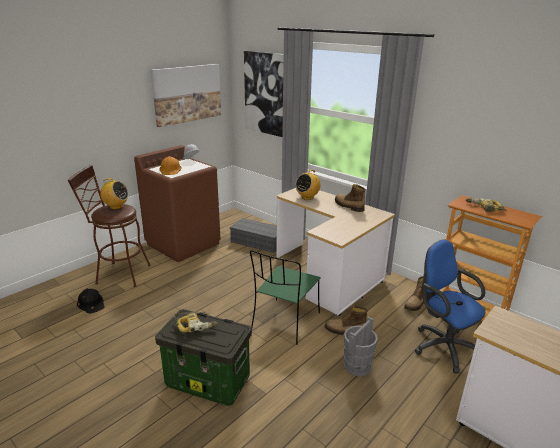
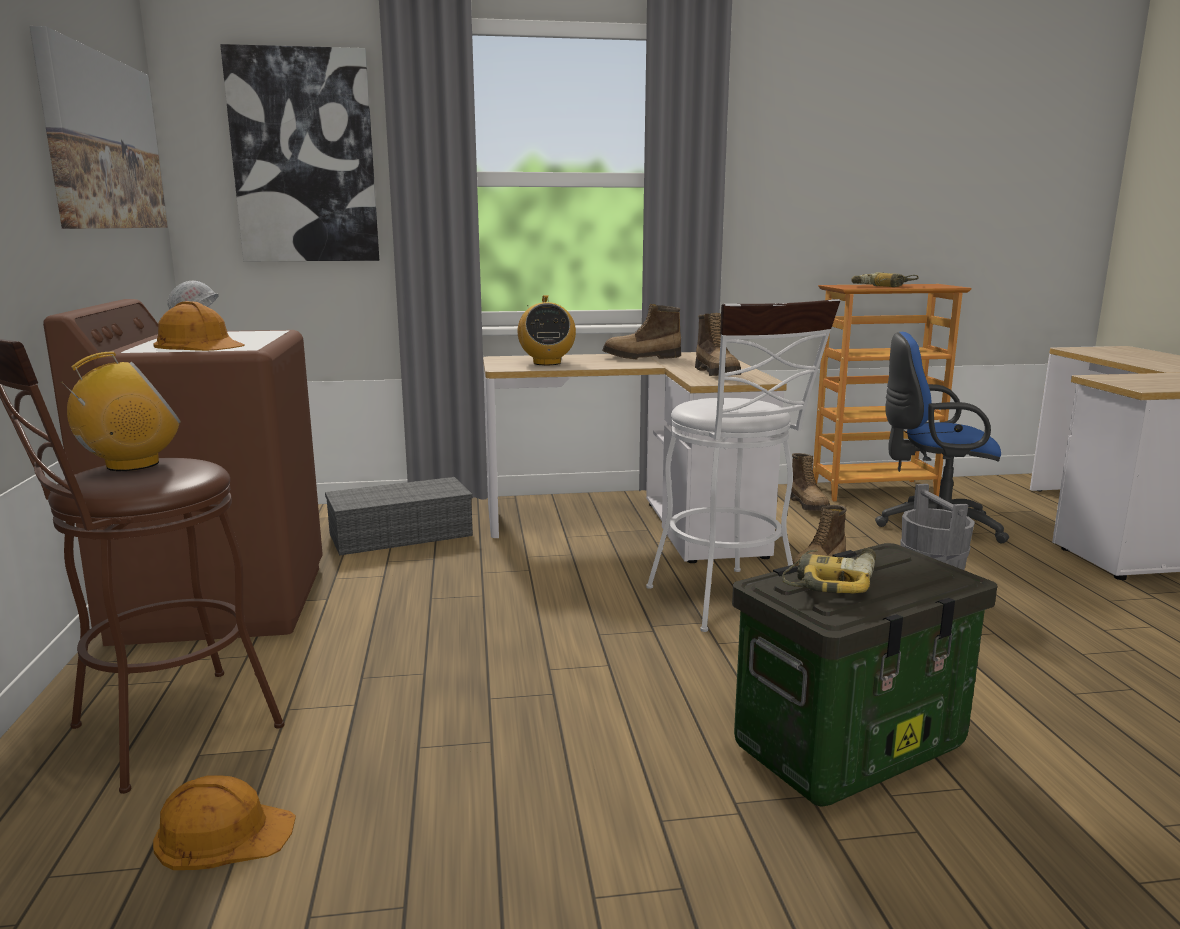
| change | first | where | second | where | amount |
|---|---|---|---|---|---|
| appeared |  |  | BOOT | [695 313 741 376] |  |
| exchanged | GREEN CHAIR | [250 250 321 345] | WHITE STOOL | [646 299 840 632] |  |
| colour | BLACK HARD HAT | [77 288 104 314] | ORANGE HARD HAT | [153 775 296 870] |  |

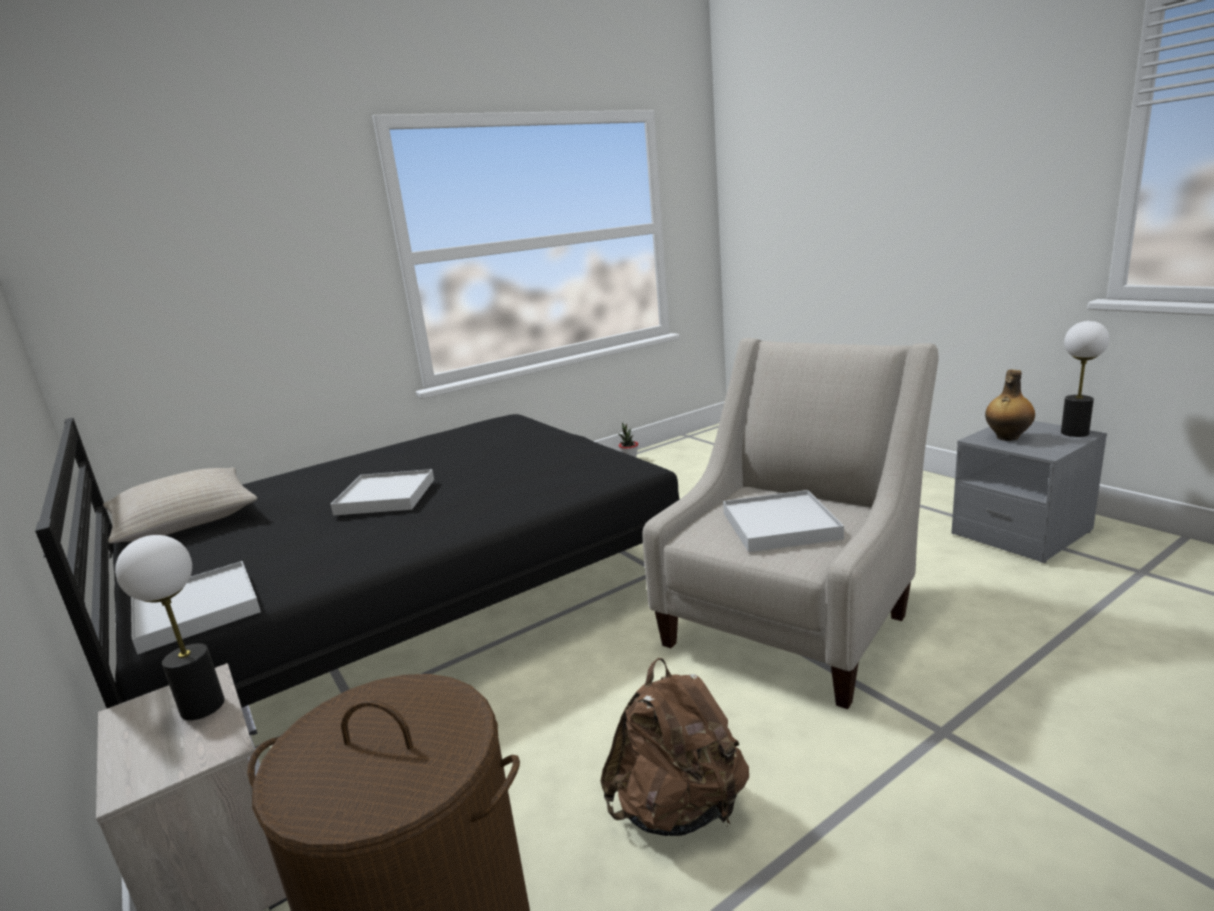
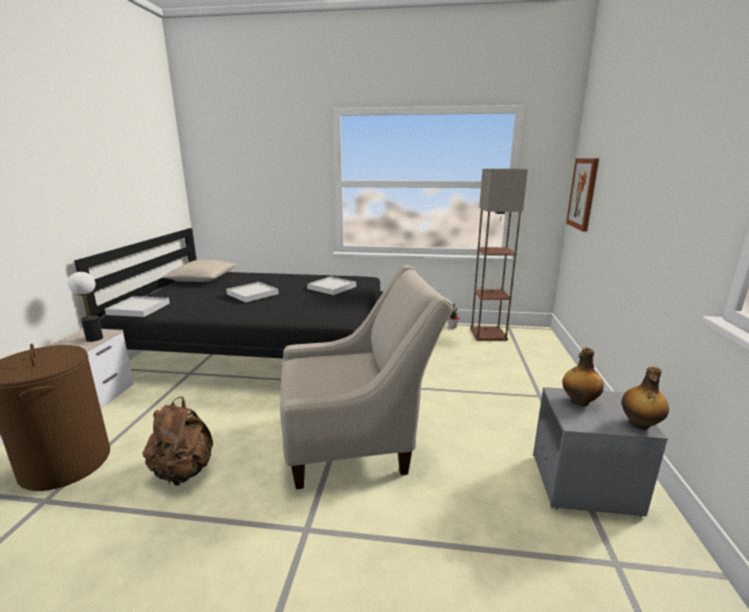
| change | first | where | second | where | amount |
|---|---|---|---|---|---|
| appeared |  |  | FLOOR LAMP | [470 169 528 341] |  |
| appeared |  |  | PICTURE | [566 158 599 232] |  |
| relocated | WHITE TRAY | [723 490 844 552] |  | [307 276 356 295] |  |
| exchanged | TABLE LAMP | [1061 321 1109 437] | BOTTLE | [622 366 669 430] |  |

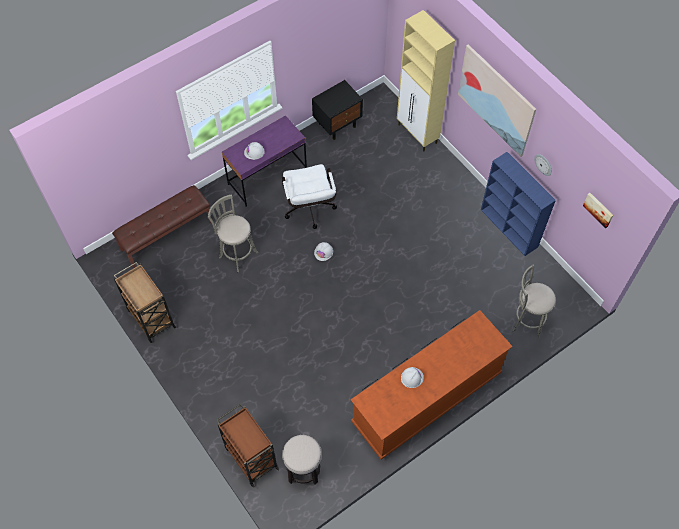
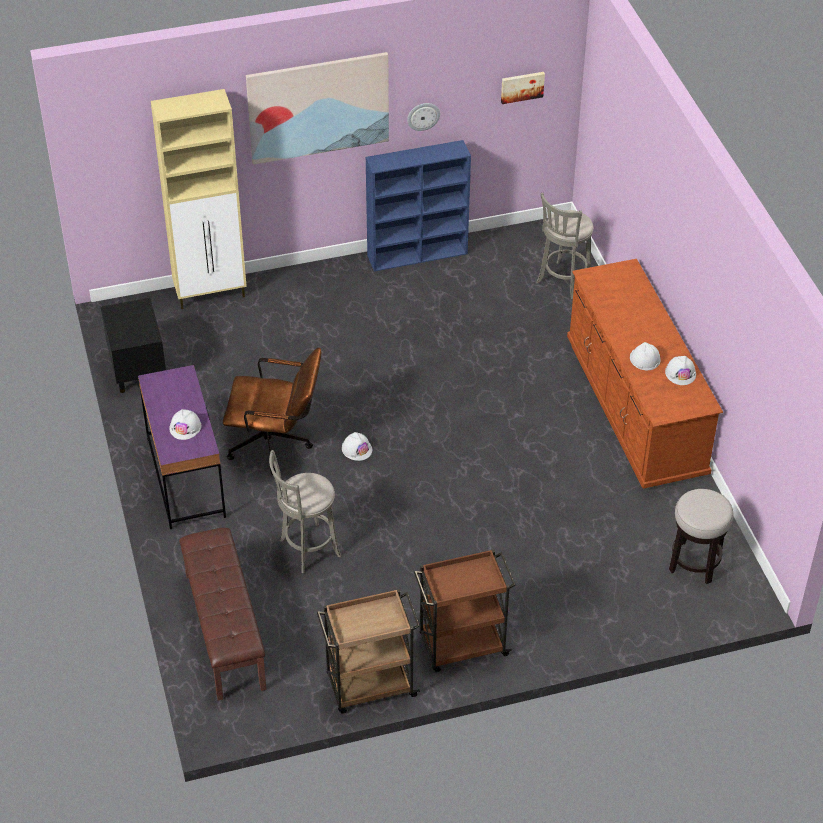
| change | first | where | second | where | amount |
|---|---|---|---|---|---|
| appeared |  |  | WHITE HARD HAT | [665 356 696 385] |  |
| relocated | BROWN CART | [217 404 279 488] |  | [414 549 516 672] |  |
| colour | WHITE OFFICE CHAIR | [282 164 337 229] | BROWN OFFICE CHAIR | [223 347 321 475] |  |

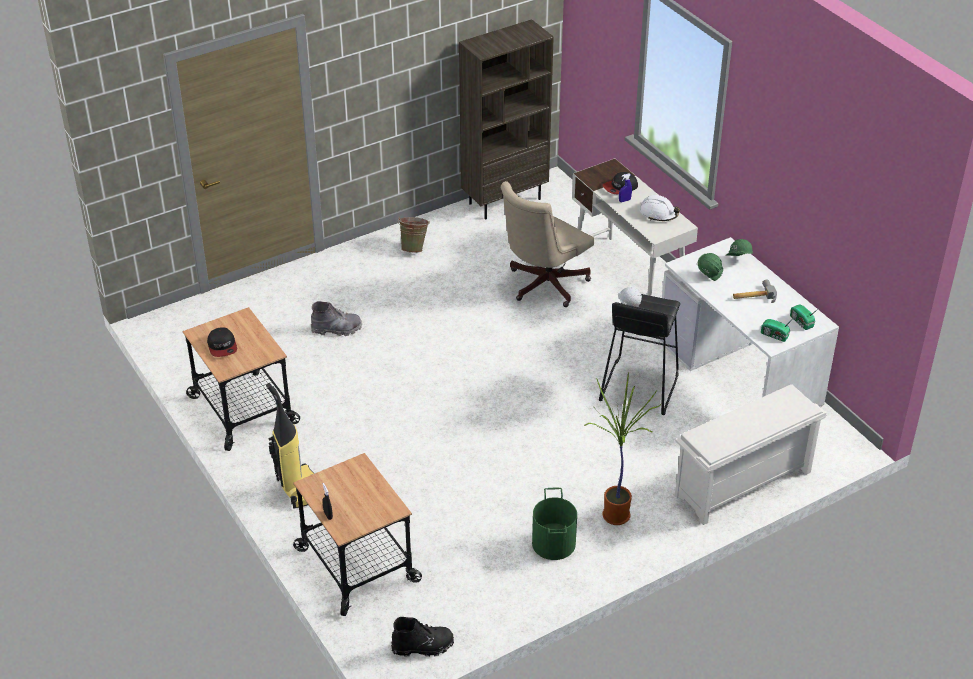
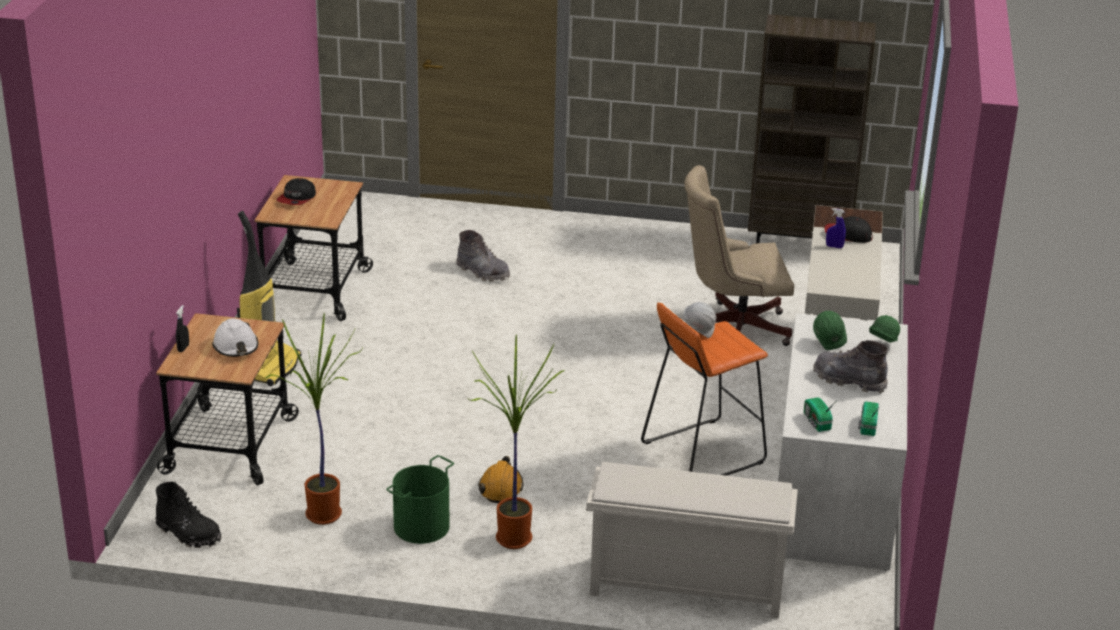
| change | first | where | second | where | amount |
|---|---|---|---|---|---|
| missing | GREEN BUCKET | [398 217 430 253] |  |  |  |
| appeared |  |  | POTTED PLANT | [264 314 362 525] |  |
| appeared |  |  | ORANGE HARD HAT | [478 456 523 503] |  |
| relocated | WHITE HARD HAT | [640 195 680 221] |  | [212 318 258 357] |  |
| exchanged | HAMMER | [733 279 777 303] | GREY BOOT | [813 340 888 394] |  |
| colour | BLACK STOOL | [599 294 680 415] | ORANGE STOOL | [641 303 768 476] |  |

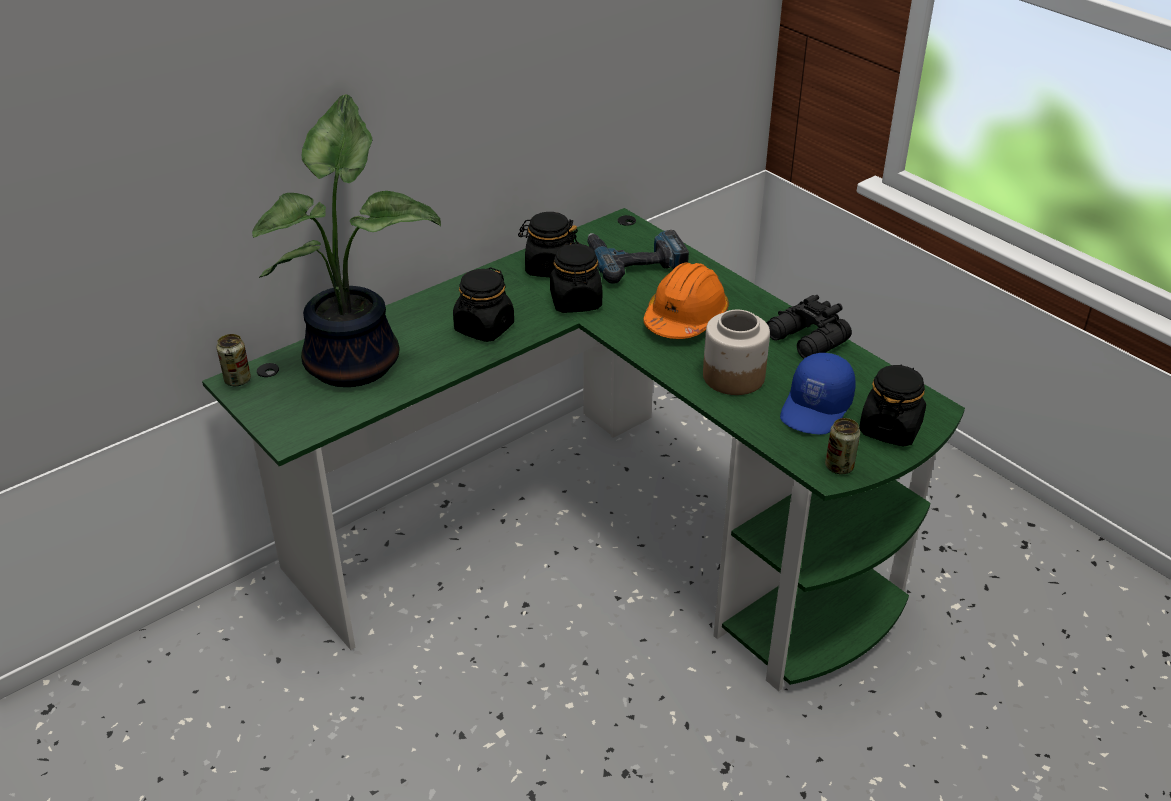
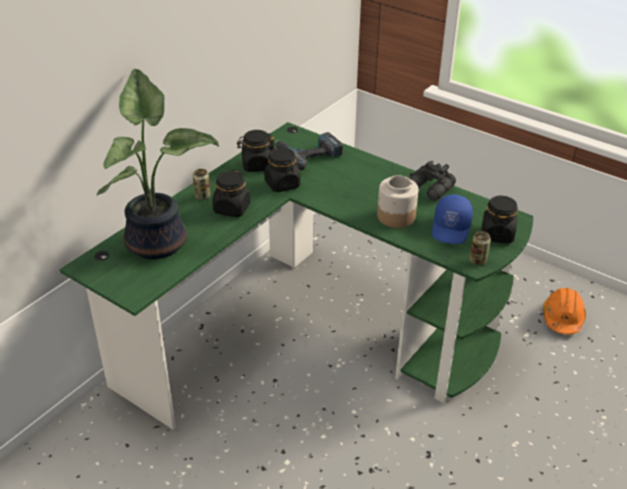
| change | first | where | second | where | amount |
|---|---|---|---|---|---|
| relocated | CAN | [217 334 251 386] |  | [193 169 211 200] |  |
| relocated | ORANGE HARD HAT | [643 262 729 339] |  | [543 288 586 335] |  |

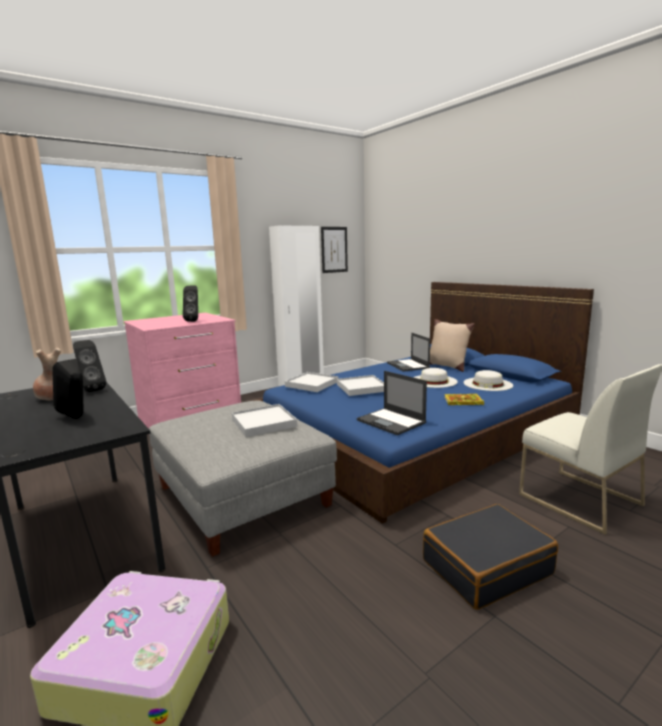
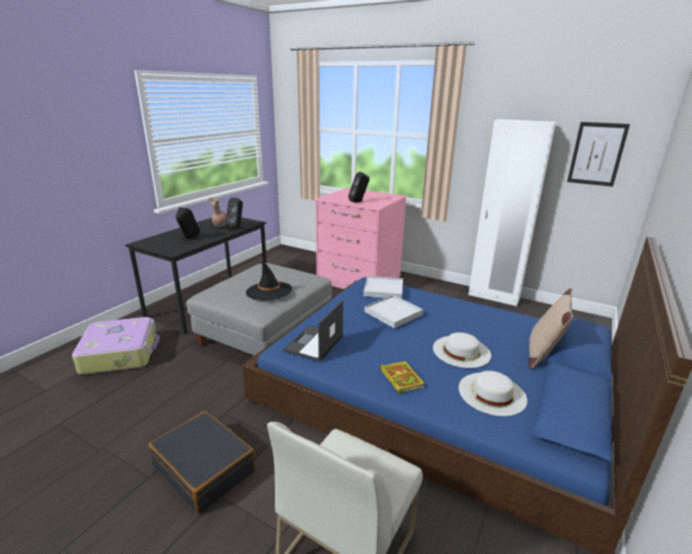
| change | first | where | second | where | amount |
|---|---|---|---|---|---|
| missing | LAPTOP | [387 333 430 372] |  |  |  |
| exchanged | WHITE TRAY | [232 404 297 437] | BLACK HAT | [246 261 292 301] |  |

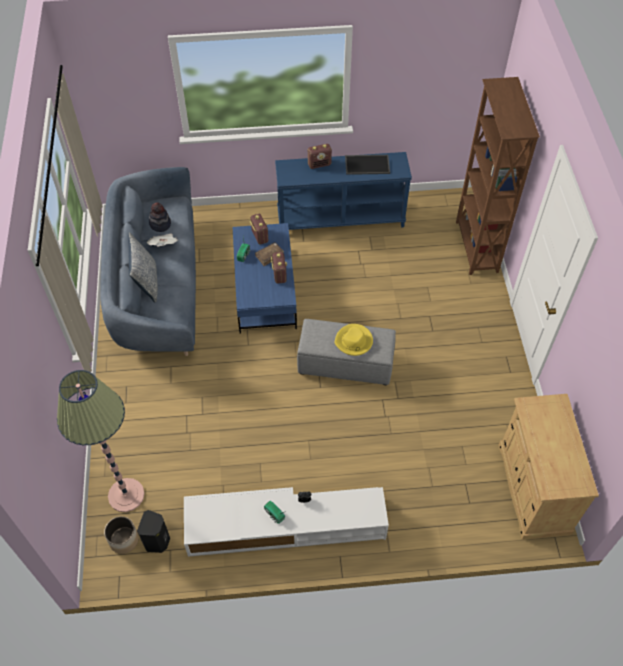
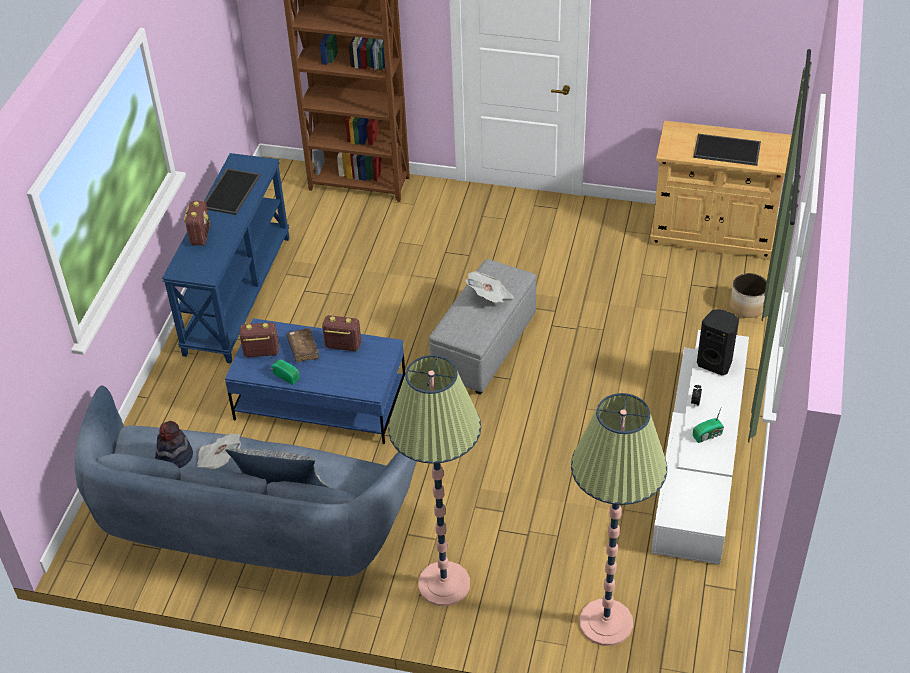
| change | first | where | second | where | amount |
|---|---|---|---|---|---|
| appeared |  |  | FLOOR LAMP | [388 355 481 606] |  |
| appeared |  |  | TRAY | [693 134 761 166] |  |
| relocated | PLANTER | [104 516 139 554] |  | [730 273 767 318] |  |
| relocated | BLACK SPEAKER | [137 510 170 553] |  | [697 309 739 375] |  |
| exchanged | YELLOW HAT | [334 324 373 356] | NEWSPAPER | [465 271 514 303] |  |

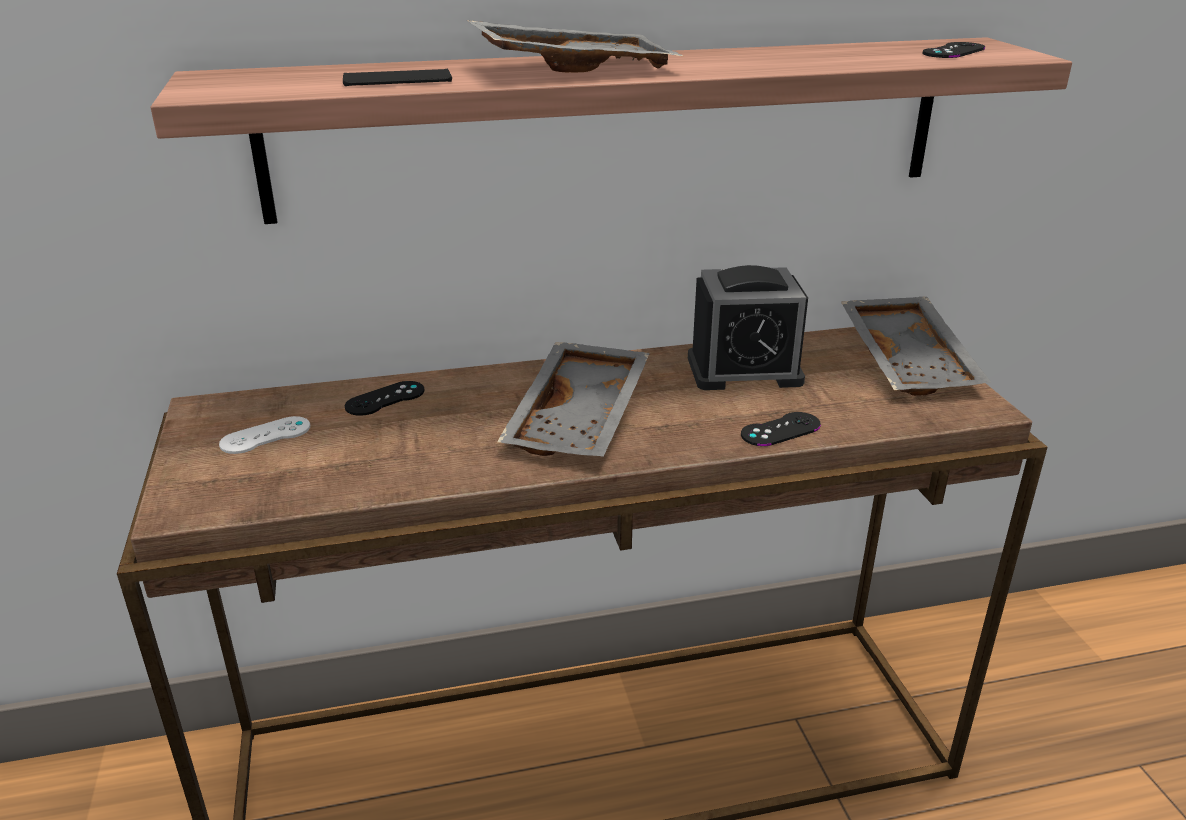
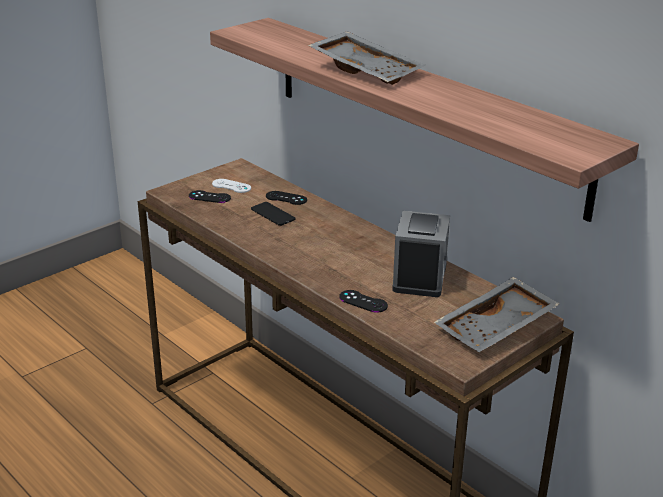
| change | first | where | second | where | amount |
|---|---|---|---|---|---|
| missing | GREY TRAY | [497 342 650 457] |  |  |  |
| relocated | PHONE | [343 69 452 86] |  | [251 202 296 226] |  |
| relocated | BLACK GAME CONTROLLER | [922 42 985 58] |  | [189 190 231 203] |  |
| spun | ALARM CLOCK | [688 265 808 390] |  | [392 211 450 297] | 135 degrees counterclockwise |

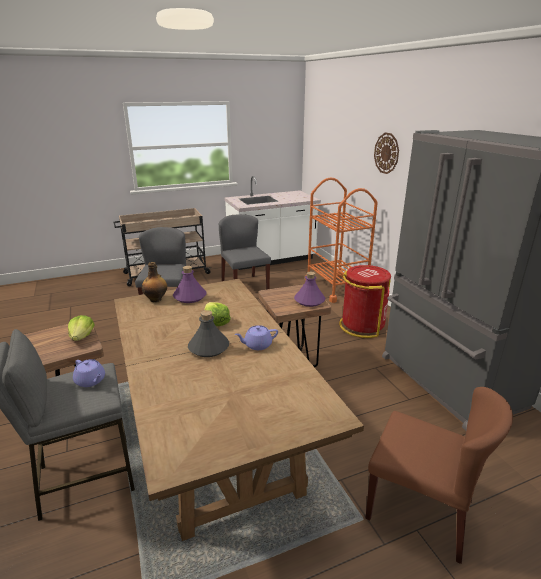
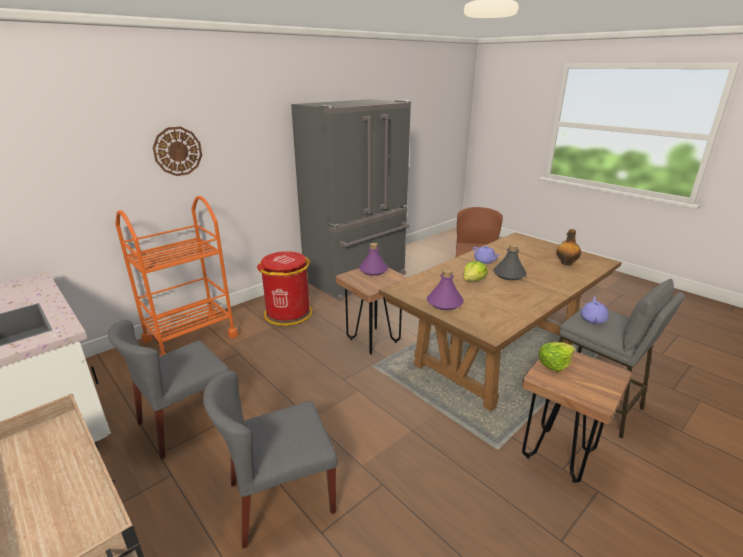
| change | first | where | second | where | amount |
|---|---|---|---|---|---|
| relocated | BOTTLE | [142 262 167 302] |  | [556 229 581 266] |  |

